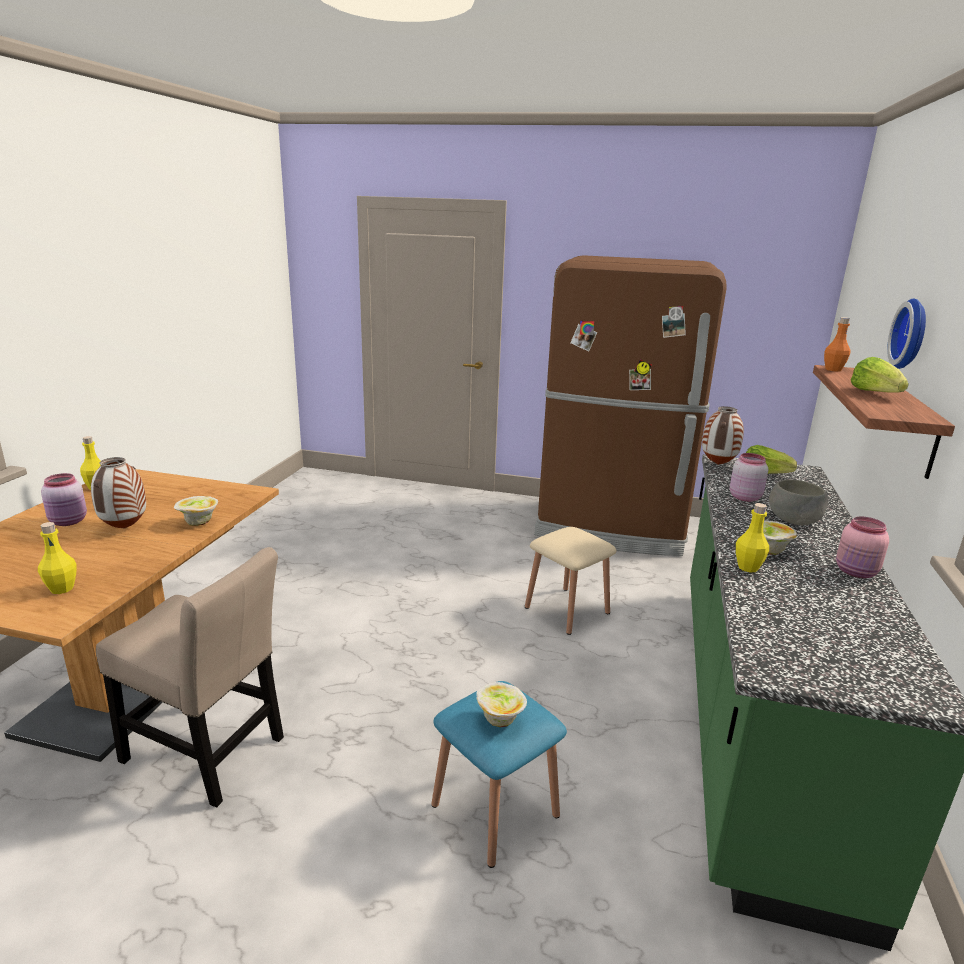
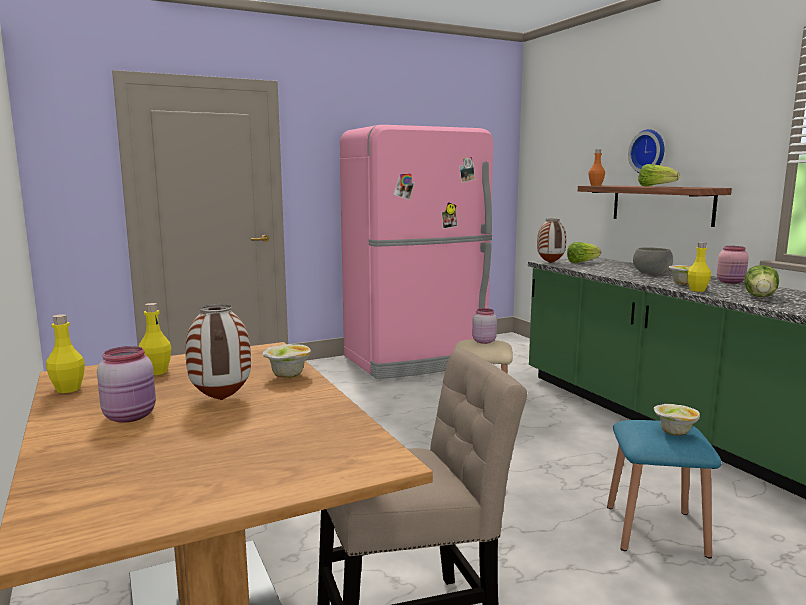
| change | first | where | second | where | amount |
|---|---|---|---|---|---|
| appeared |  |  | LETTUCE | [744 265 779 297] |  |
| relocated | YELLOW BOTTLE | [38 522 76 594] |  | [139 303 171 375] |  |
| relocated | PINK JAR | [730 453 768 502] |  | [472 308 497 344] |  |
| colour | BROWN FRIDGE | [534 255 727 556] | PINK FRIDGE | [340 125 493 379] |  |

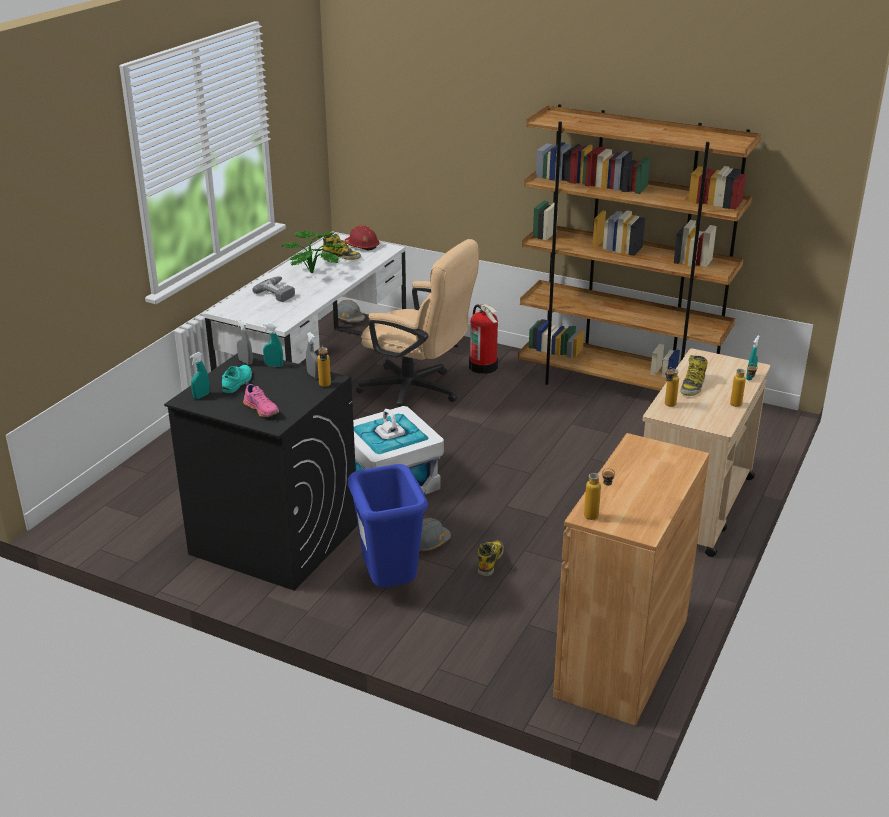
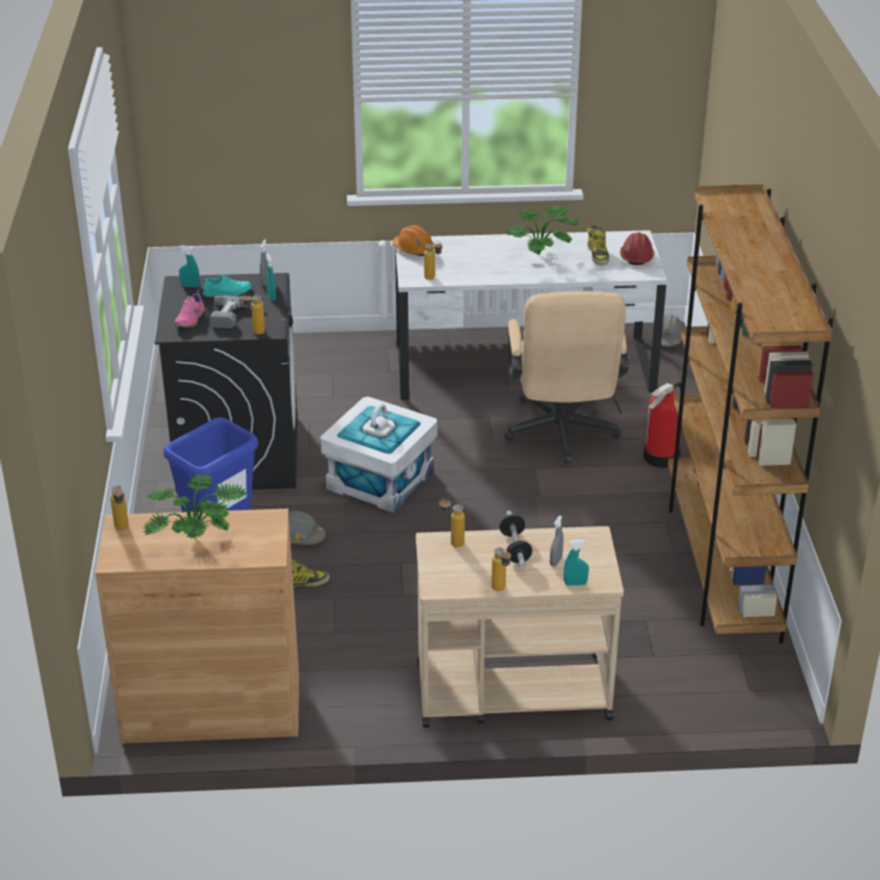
| change | first | where | second | where | amount |
|---|---|---|---|---|---|
| appeared |  |  | POTTED PLANT | [143 474 248 539] |  |
| appeared |  |  | ORANGE HARD HAT | [392 225 434 256] |  |
| appeared |  |  | BOTTLE | [424 241 442 280] |  |
| relocated | POWER DRILL | [252 276 295 302] |  | [210 295 263 328] |  |
| relocated | GREY SPRAY BOTTLE | [306 332 319 378] |  | [550 515 564 567] |  |
| exchanged | BOOT | [680 355 708 396] | DUMBBELL | [499 511 532 568] |  |

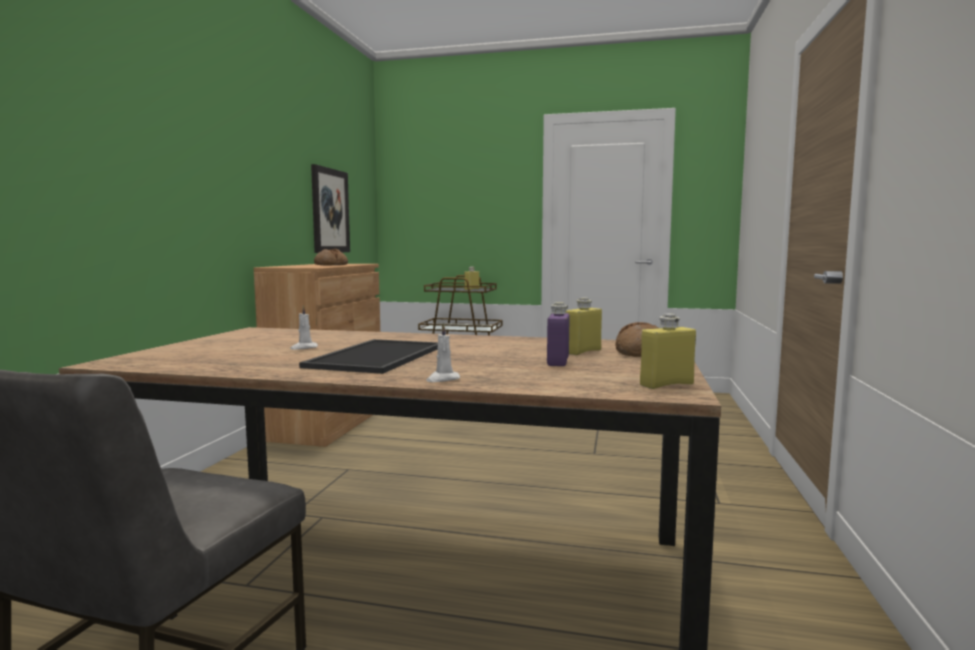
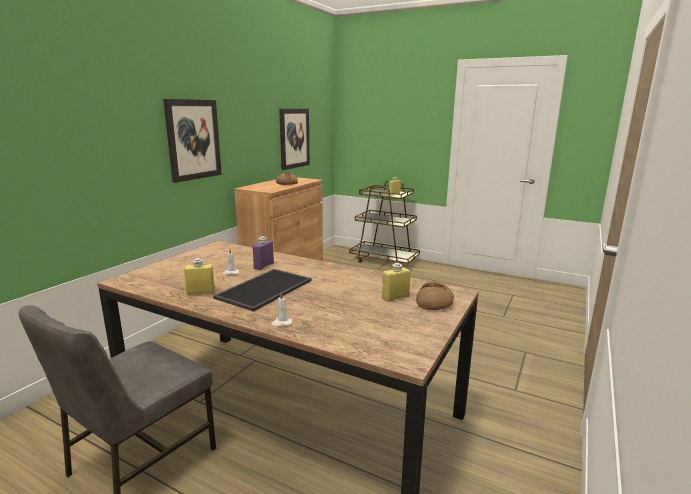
| change | first | where | second | where | amount |
|---|---|---|---|---|---|
| appeared |  |  | PICTURE | [163 99 222 183] |  |
| relocated | PURPLE BOTTLE | [547 302 570 366] |  | [253 236 274 270] |  |
| relocated | YELLOW BOTTLE | [640 314 696 389] |  | [184 258 215 295] |  |

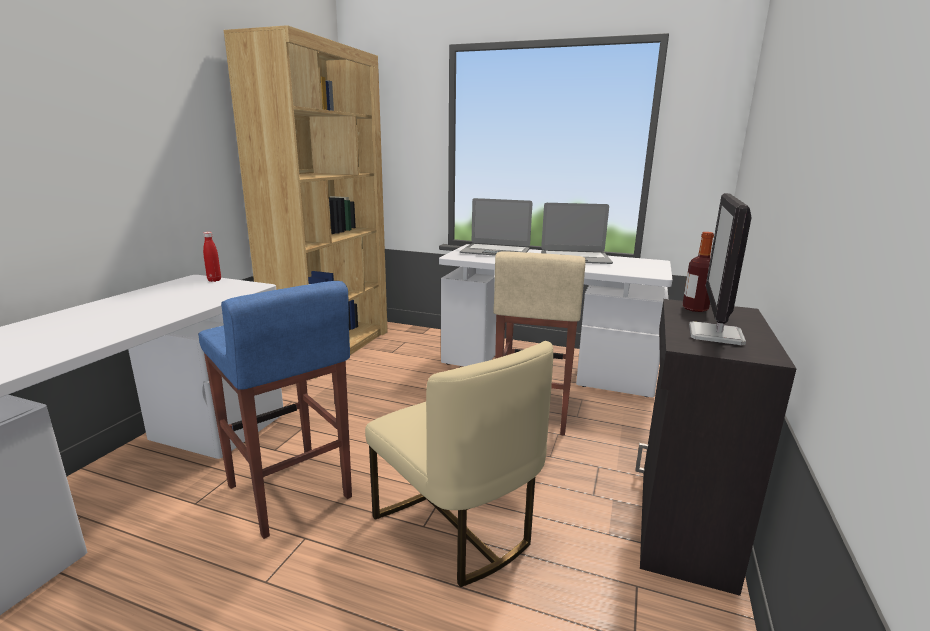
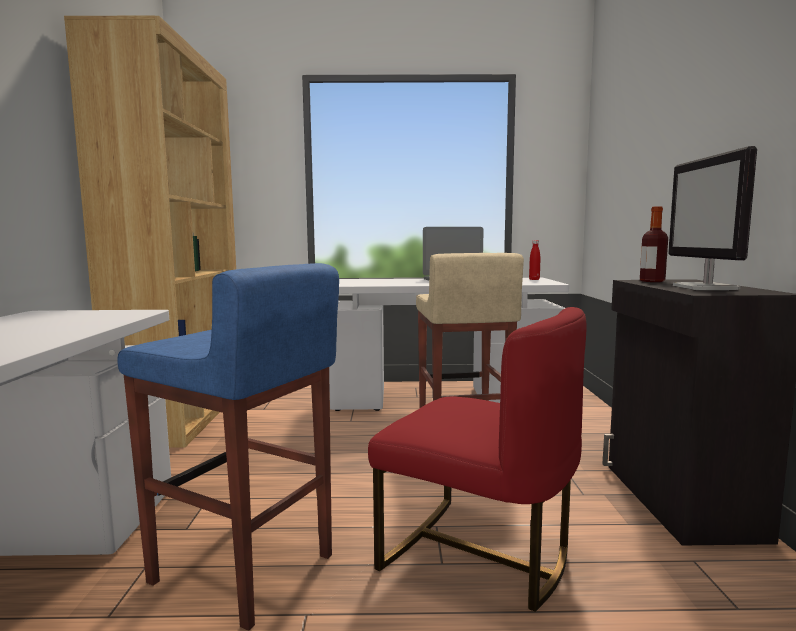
| change | first | where | second | where | amount |
|---|---|---|---|---|---|
| missing | LAPTOP | [460 198 533 256] |  |  |  |
| relocated | RED BOTTLE | [203 232 221 282] |  | [529 240 540 280] |  |
| colour | BEIGE CHAIR | [365 341 553 587] | RED CHAIR | [368 307 587 612] |  |

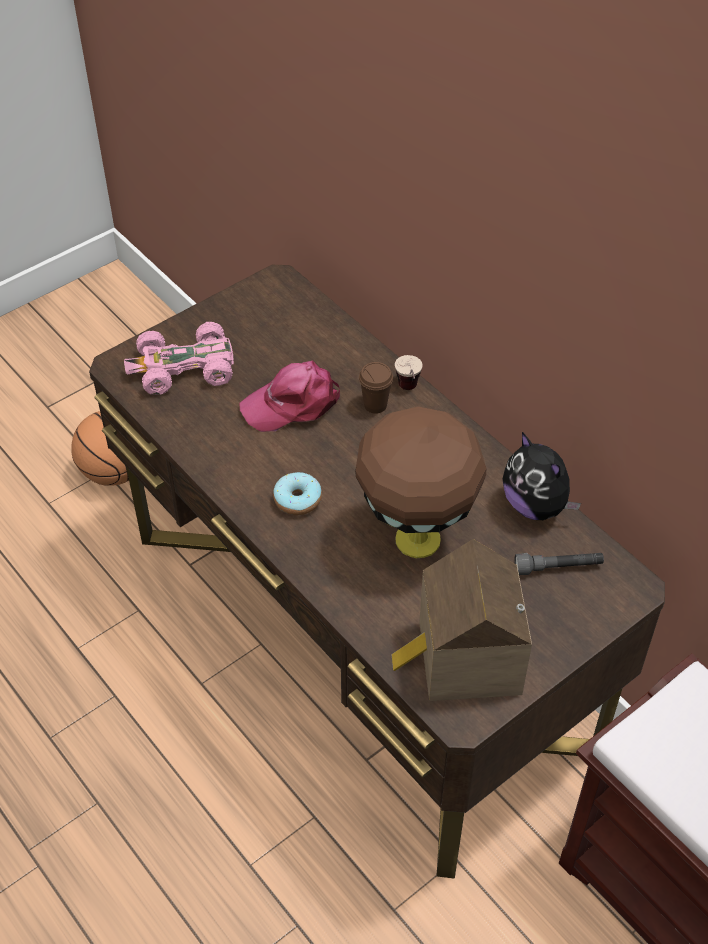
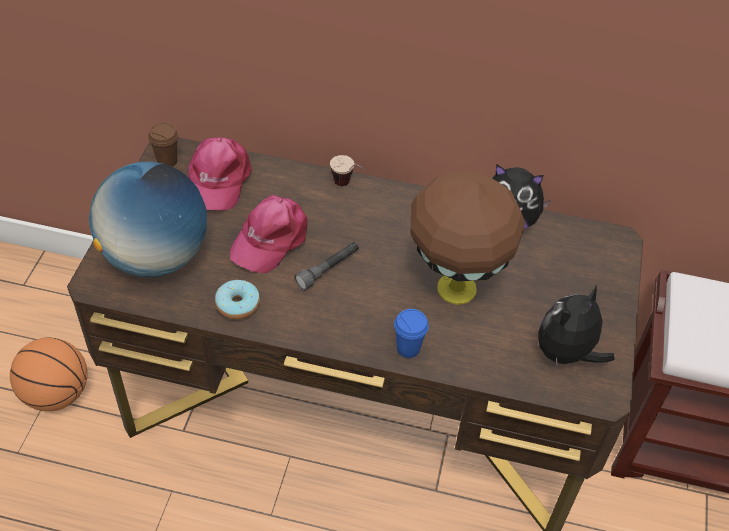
| change | first | where | second | where | amount |
|---|---|---|---|---|---|
| appeared |  |  | PINK CAP | [188 137 252 211] |  |
| appeared |  |  | BLUE CUP | [394 309 429 358] |  |
| relocated | DONUT | [273 472 322 515] |  | [215 280 260 320] |  |
| relocated | BROWN CUP | [359 362 393 414] |  | [148 123 178 167] |  |
| relocated | GREY FLASHLIGHT | [514 553 604 575] |  | [295 242 359 290] |  |
| exchanged | PINK TOY CAR | [124 322 234 395] | GLOBE | [89 162 207 277] |  |
| exchanged | TOY HOUSE | [391 539 532 701] | PLUSH TOY | [538 284 615 372] |  |

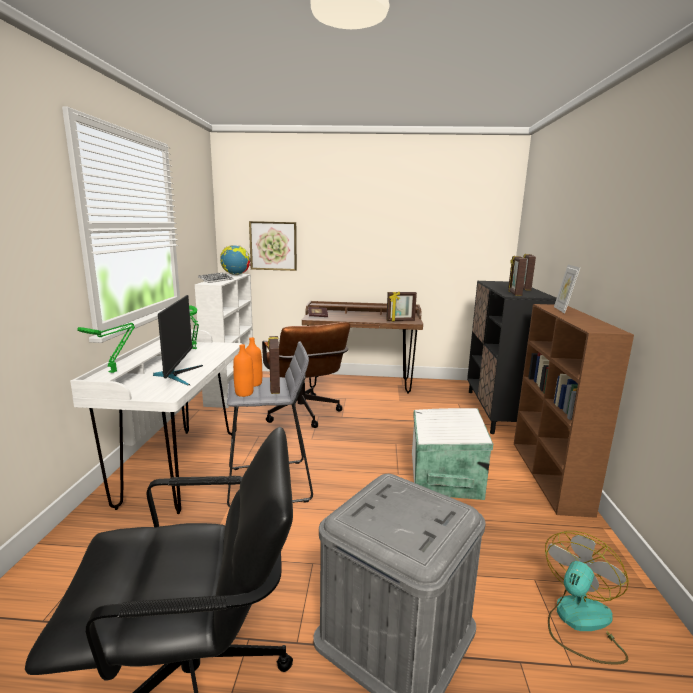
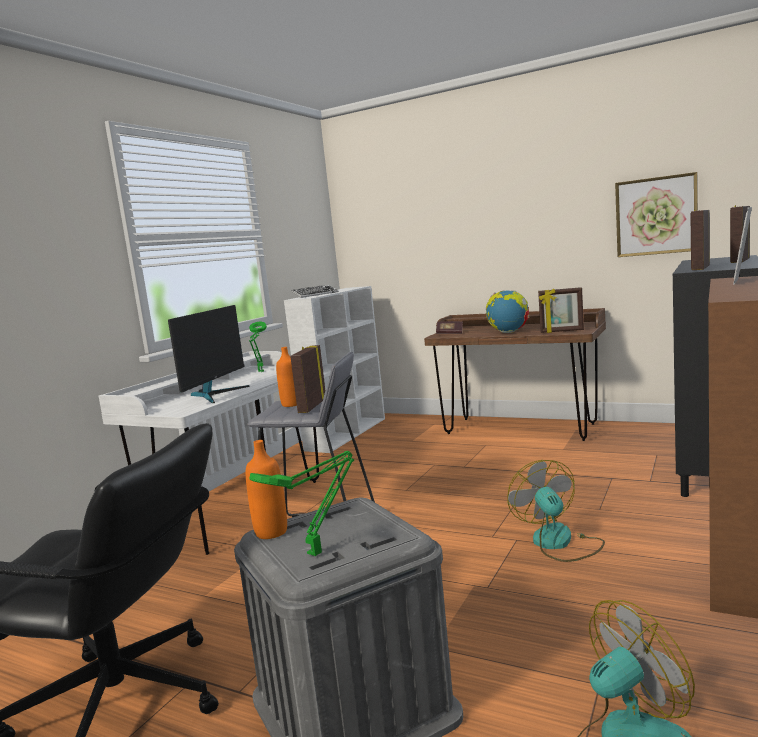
| change | first | where | second | where | amount |
|---|---|---|---|---|---|
| missing | BROWN OFFICE CHAIR | [262 322 350 428] |  |  |  |
| relocated | GREEN TABLE LAMP | [77 323 135 373] |  | [249 451 354 556] |  |
| relocated | GLOBE | [220 245 251 275] |  | [486 290 529 333] |  |
| relocated | ORANGE BOTTLE | [233 344 254 397] |  | [246 440 287 539] |  |
| relocated | PICTURE | [249 221 297 271] |  | [615 172 698 257] |  |
| exchanged | WHITE STORAGE BOX | [412 408 493 500] | FAN | [507 460 605 562] |  |

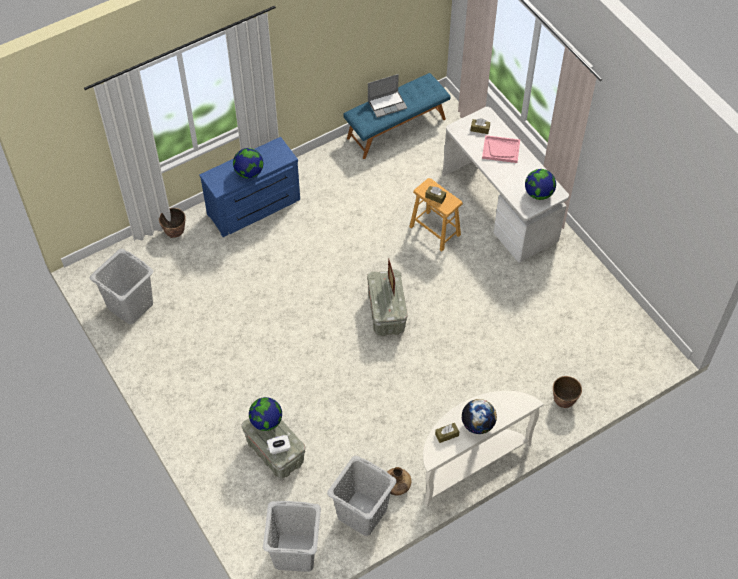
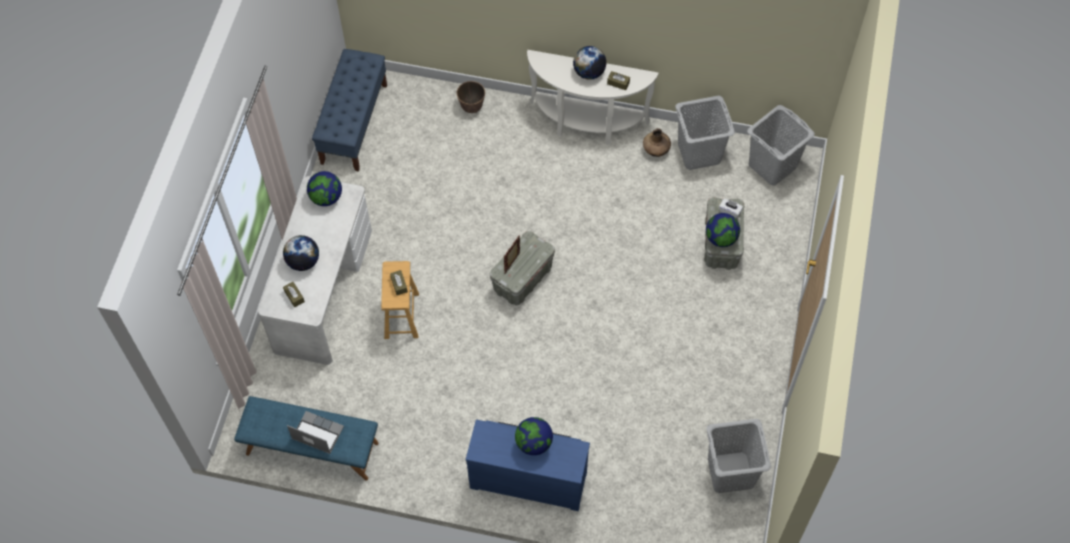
| change | first | where | second | where | amount |
|---|---|---|---|---|---|
| missing | PLANTER | [159 208 186 238] |  |  |  |
| appeared |  |  | BLUE BENCH | [312 49 387 172] |  |
| exchanged | PINK TRAY | [482 135 520 163] | GLOBE | [283 235 319 271] |  |

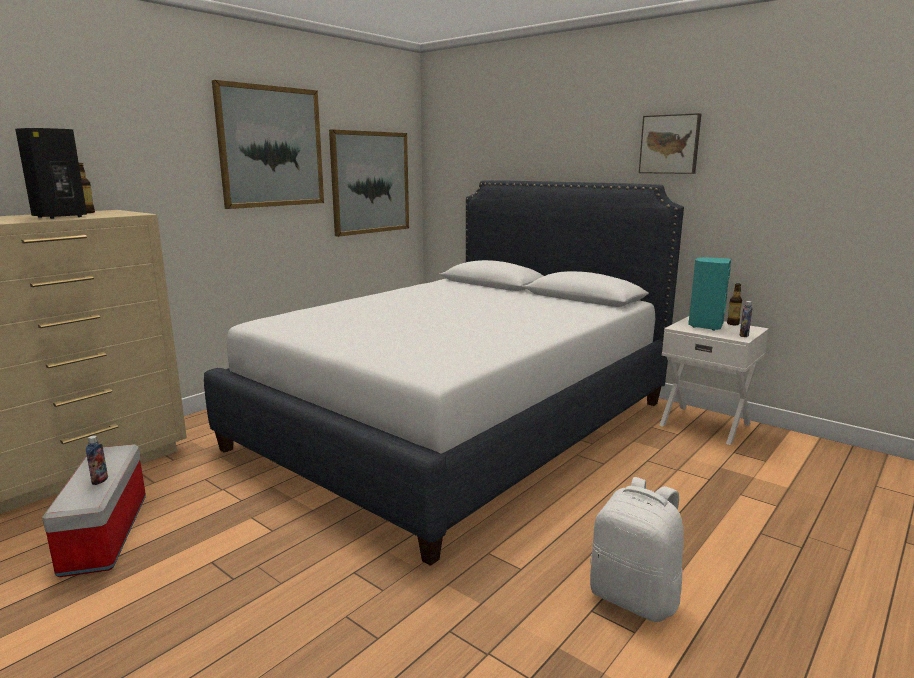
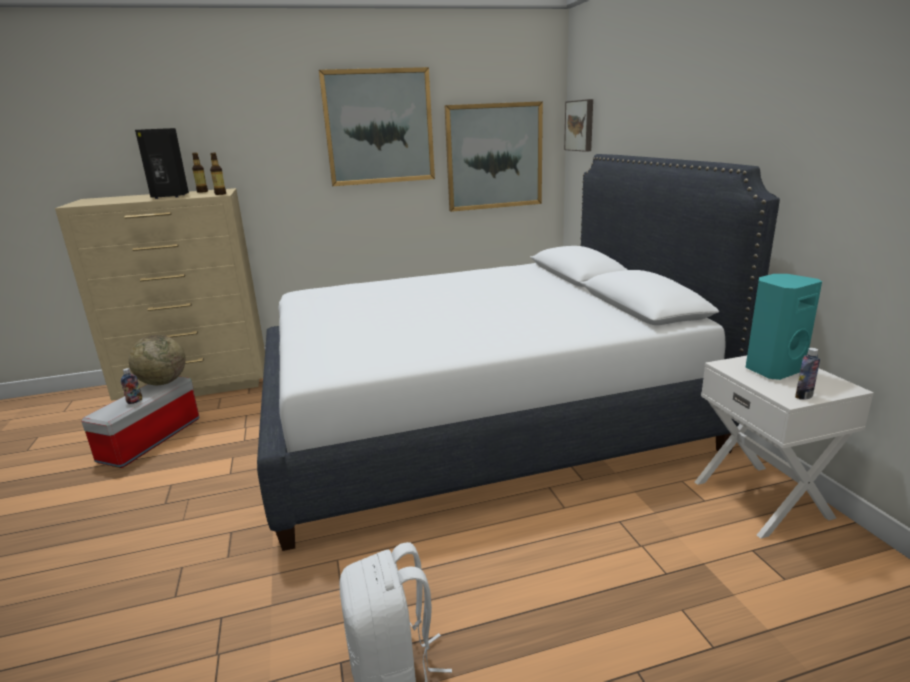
| change | first | where | second | where | amount |
|---|---|---|---|---|---|
| appeared |  |  | GLOBE | [129 335 186 385] |  |
| relocated | PICTURE | [639 113 701 174] |  | [564 99 593 152] |  |
| relocated | BOTTLE | [727 283 742 325] |  | [210 153 226 195] |  |

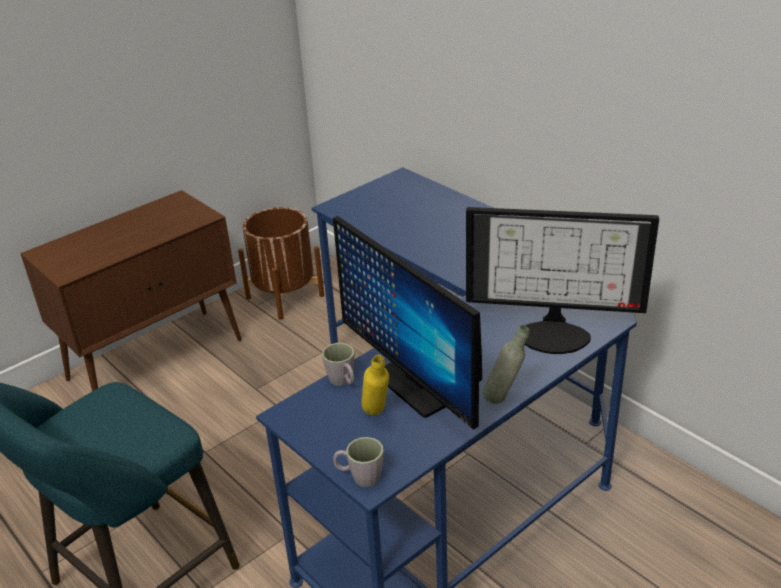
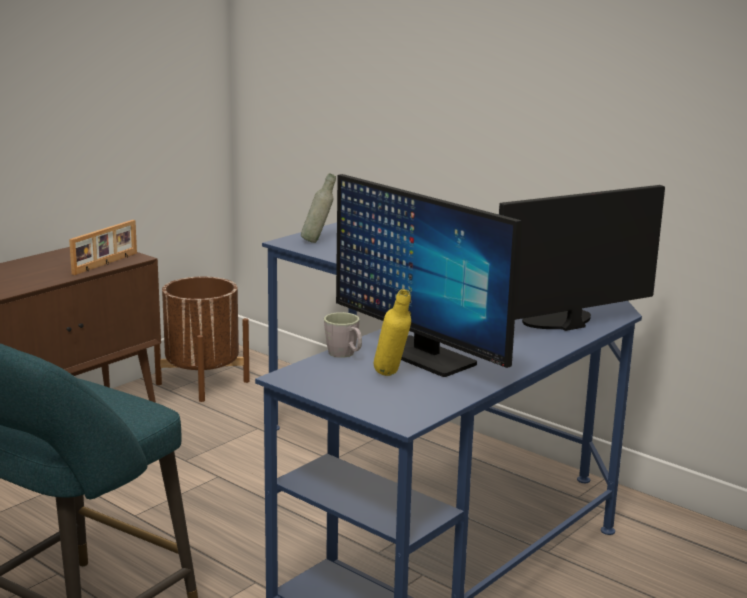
| change | first | where | second | where | amount |
|---|---|---|---|---|---|
| missing | GREY MUG | [333 437 384 487] |  |  |  |
| appeared |  |  | PICTURE FRAME | [69 220 137 275] |  |
| relocated | GREY BOTTLE | [483 325 529 404] |  | [301 173 336 243] |  |
| spun | MONITOR | [466 207 659 354] |  | [499 185 665 331] | 150 degrees clockwise |

